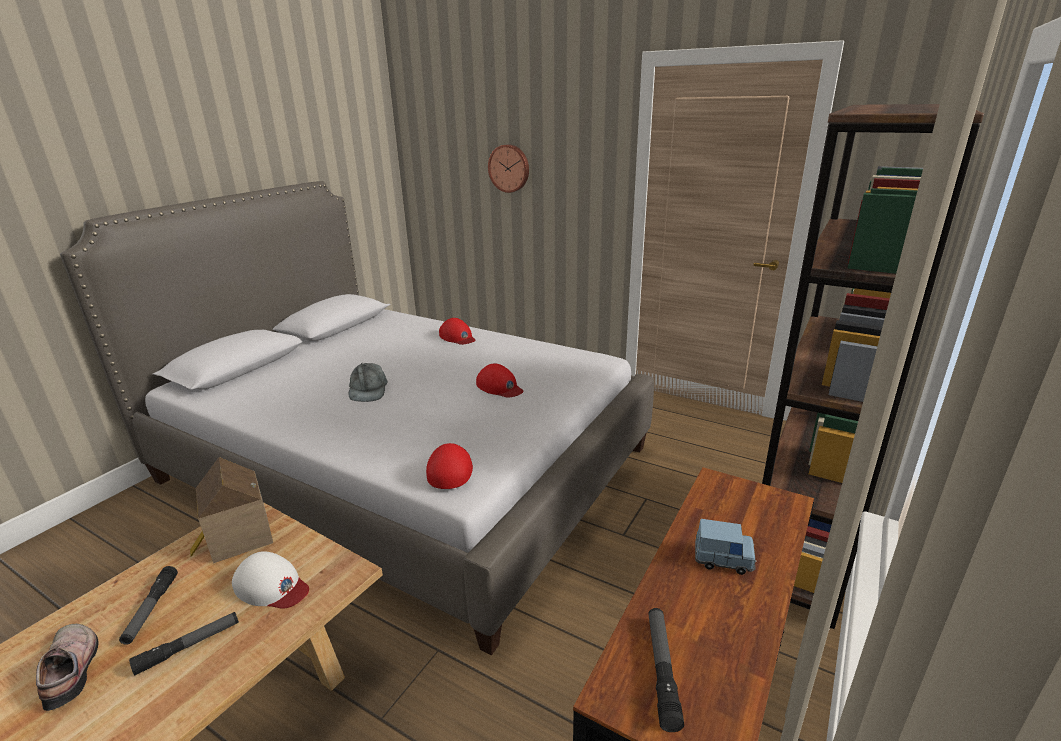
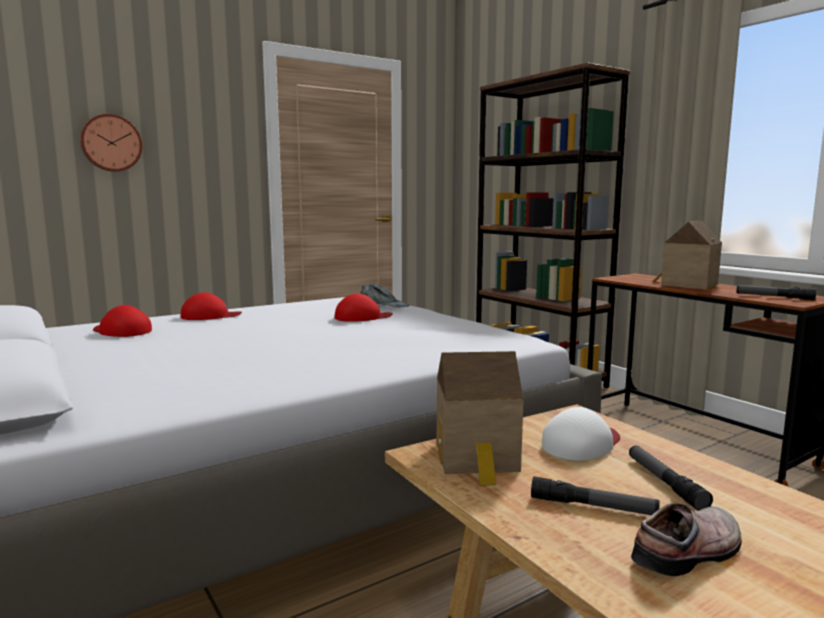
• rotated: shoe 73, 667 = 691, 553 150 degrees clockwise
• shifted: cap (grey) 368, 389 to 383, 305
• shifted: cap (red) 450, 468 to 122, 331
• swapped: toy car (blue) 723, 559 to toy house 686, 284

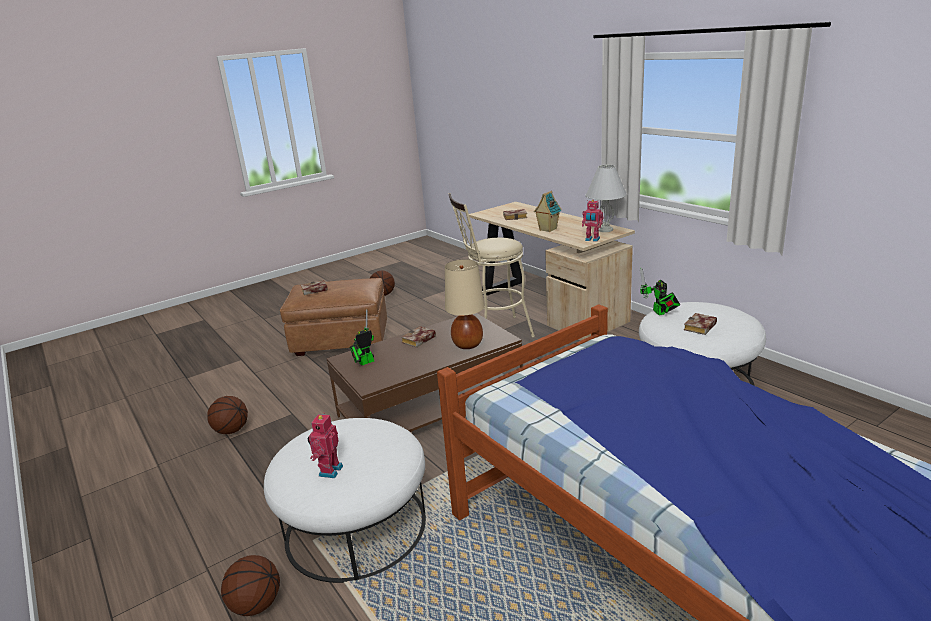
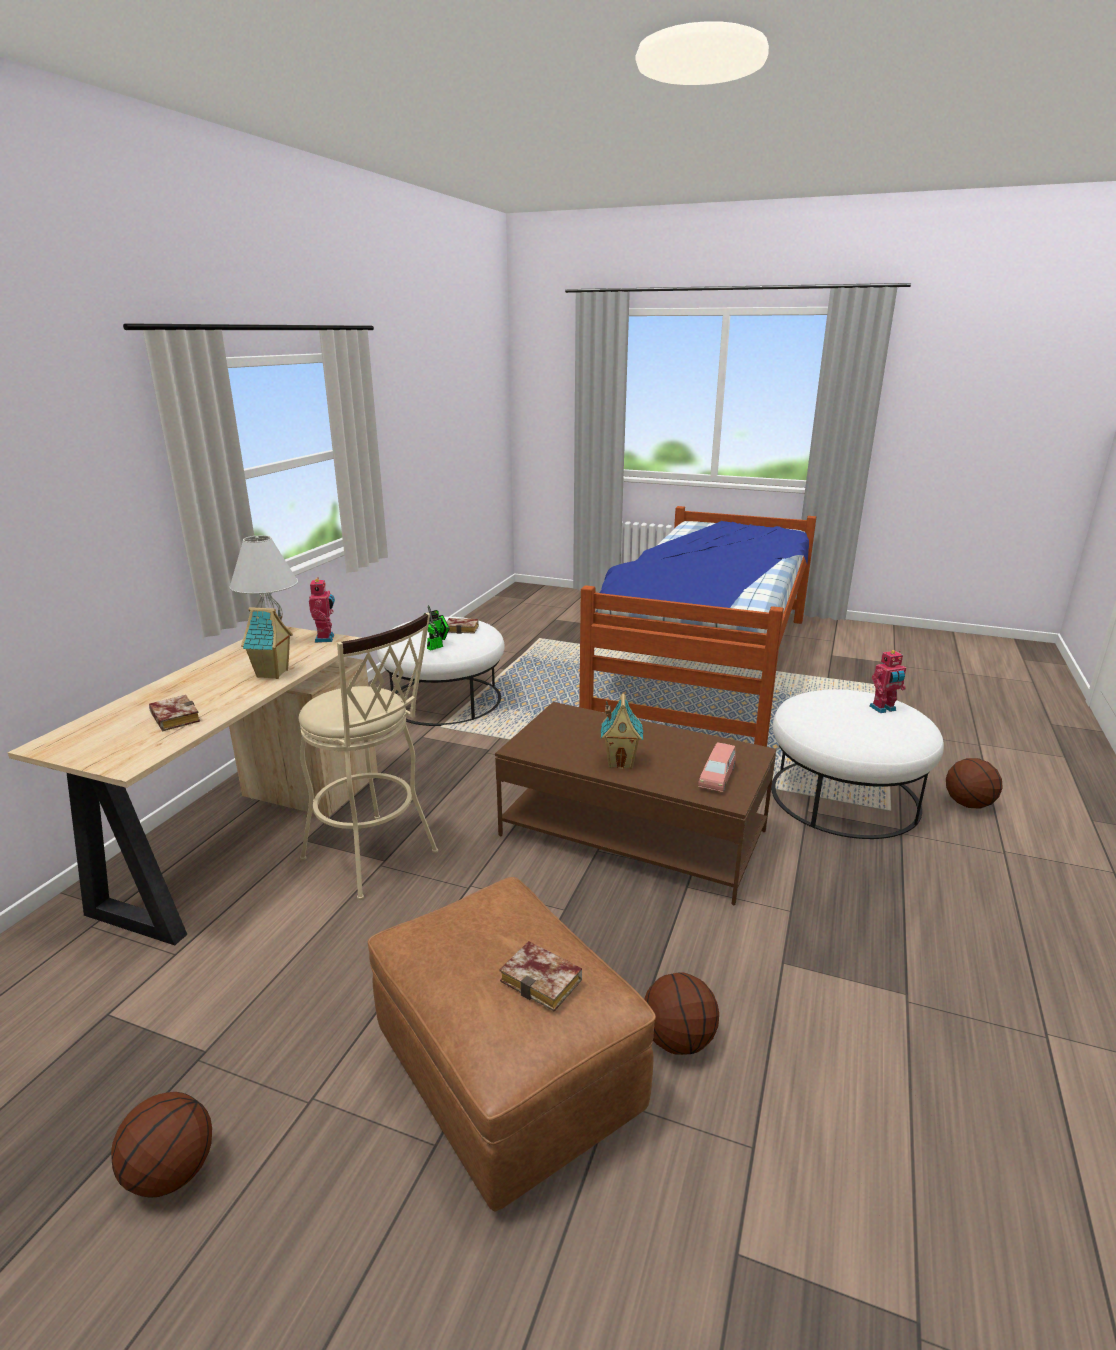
• shifted: basketball 231, 430 to 678, 1040
• swapped: toy robot 364, 363 to toy car (pink) 717, 777
• swapped: book 418, 340 to toy house 621, 762
• gone: table lamp (beige) 467, 345

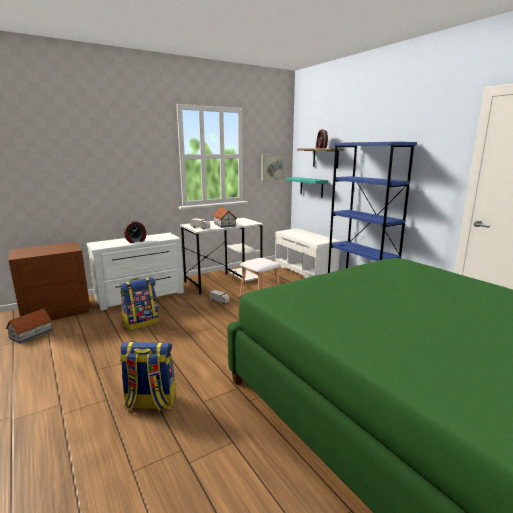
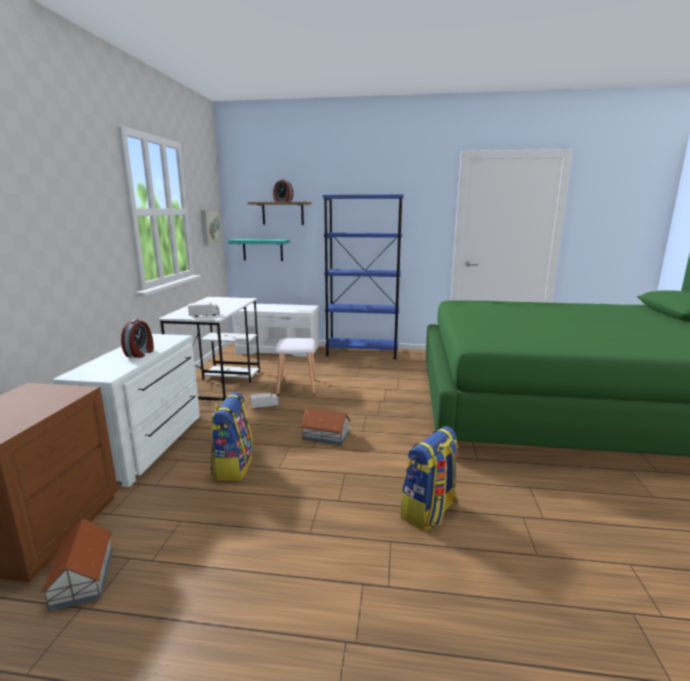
• shifted: toy house 224, 224 to 325, 435

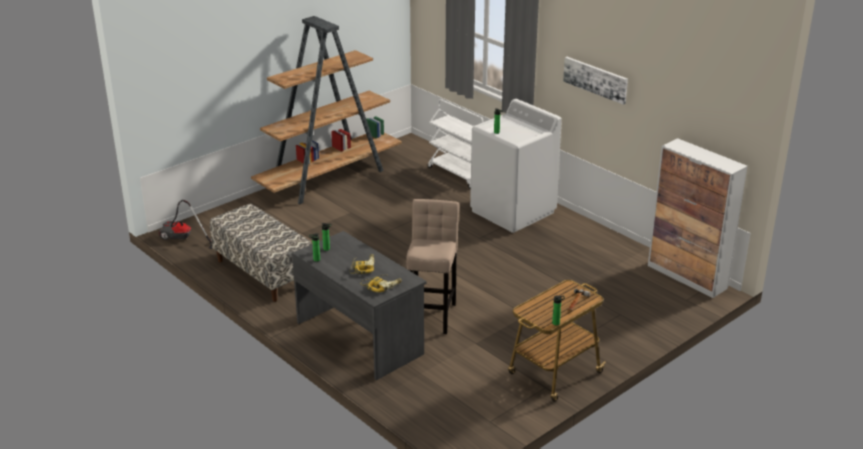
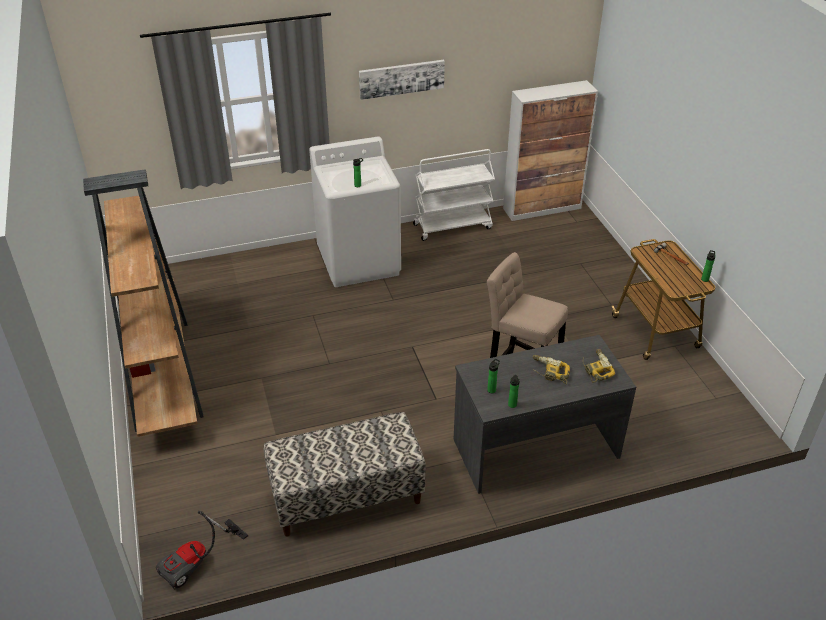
• shifted: cart (white) 459, 174 to 453, 226

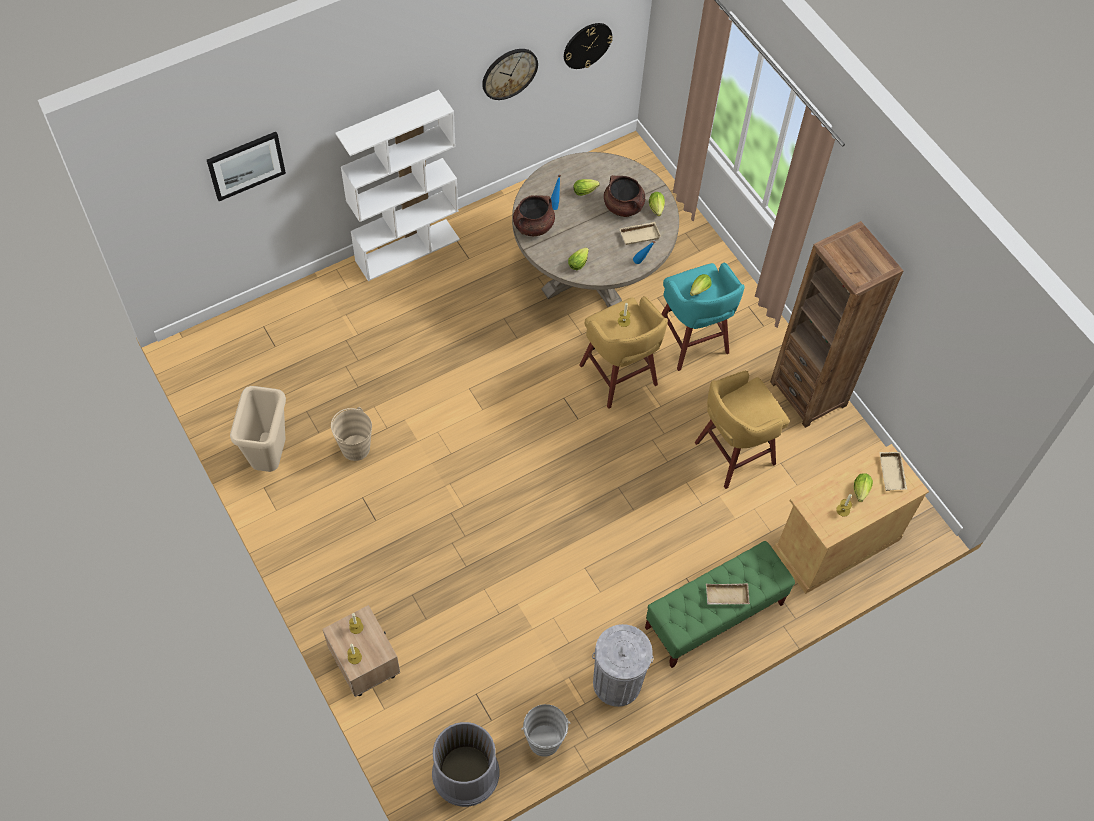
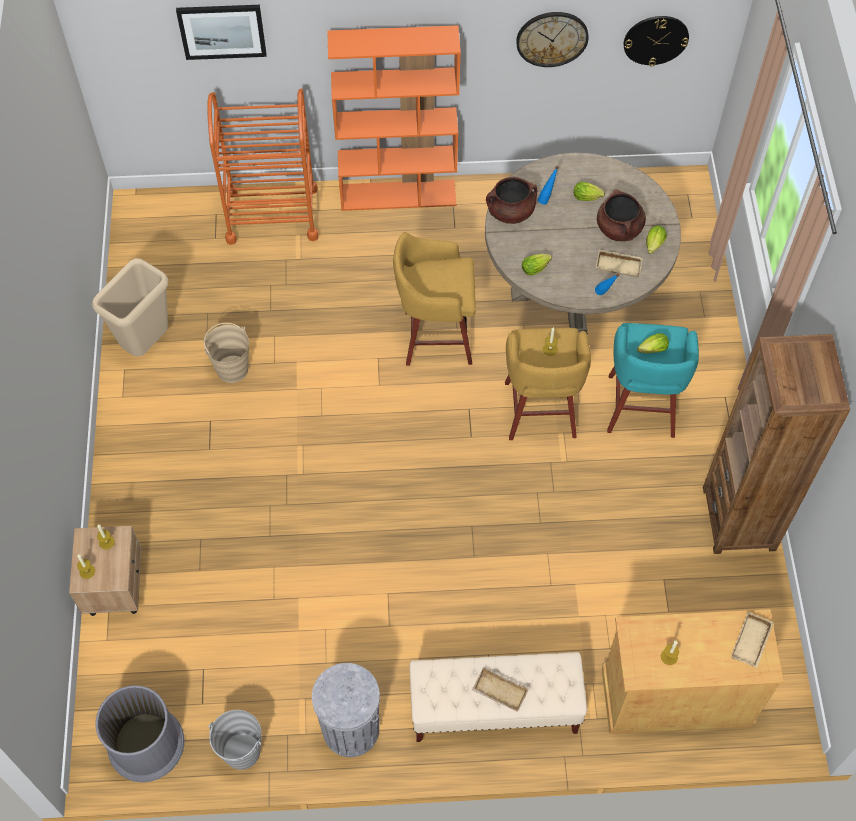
• repainted: bookcase (white) 407, 249 to bookcase (orange) 398, 195
• repainted: bench (green) 713, 616 to bench (beige) 494, 709
• shifted: stool (yellow) 732, 454 to 435, 337
• gone: lettuce 860, 492
• new: cart (orange) 272, 215

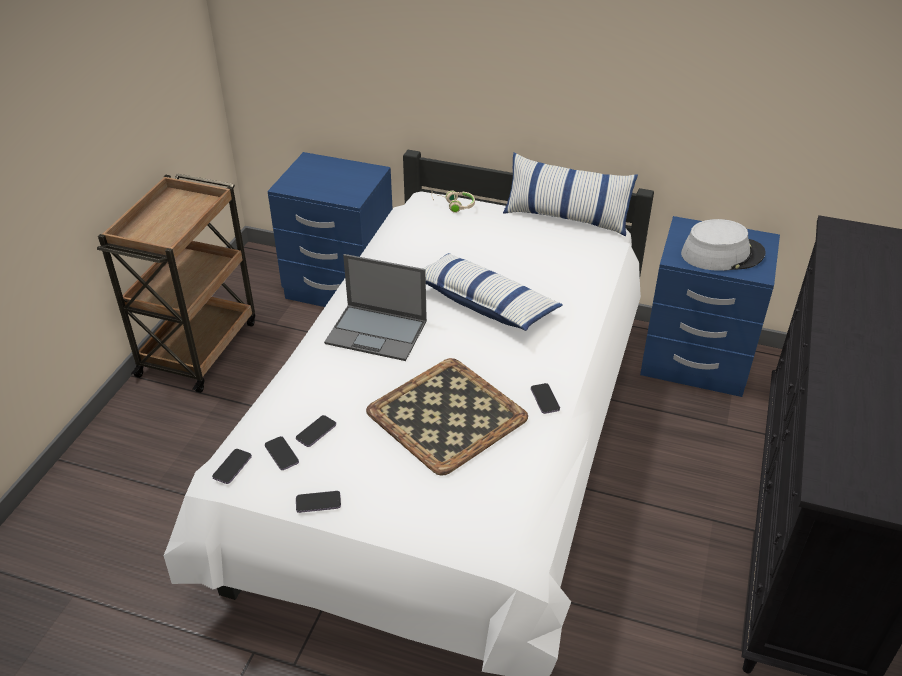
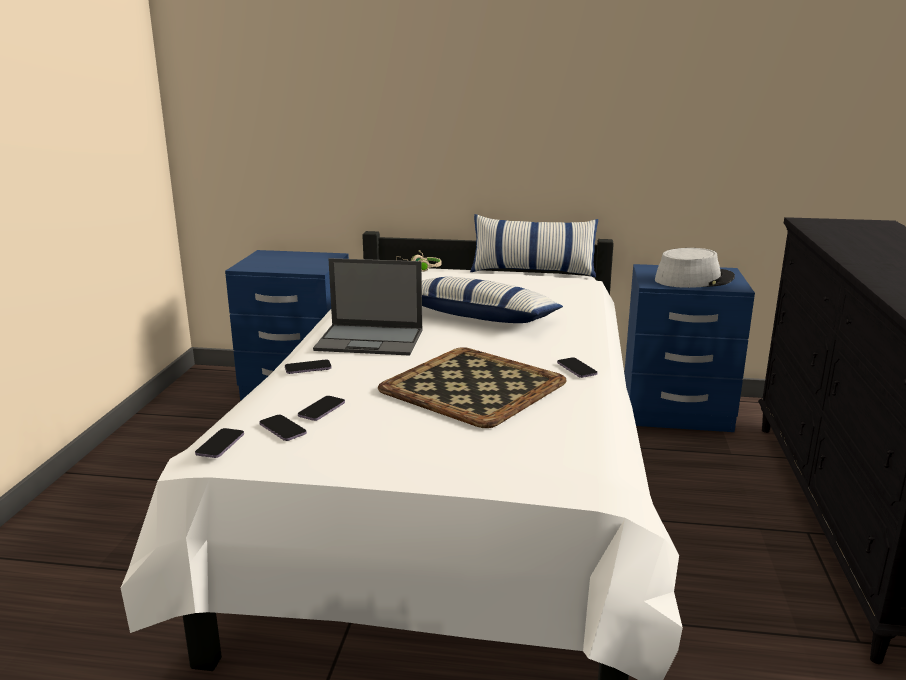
• gone: cart (brown) 199, 347
• shifted: phone 318, 503 to 308, 368

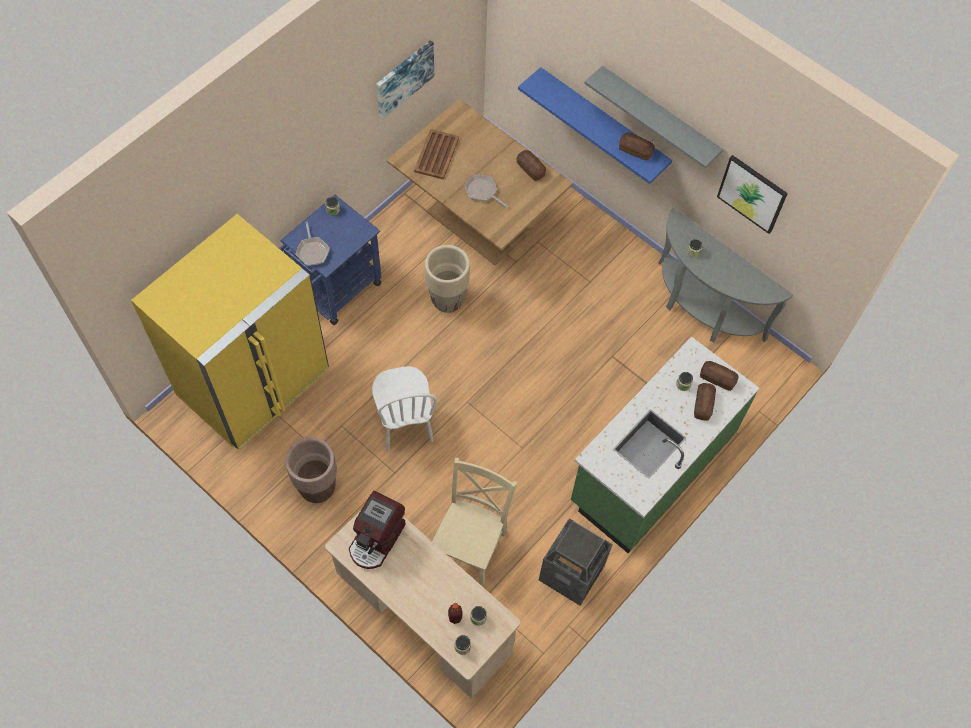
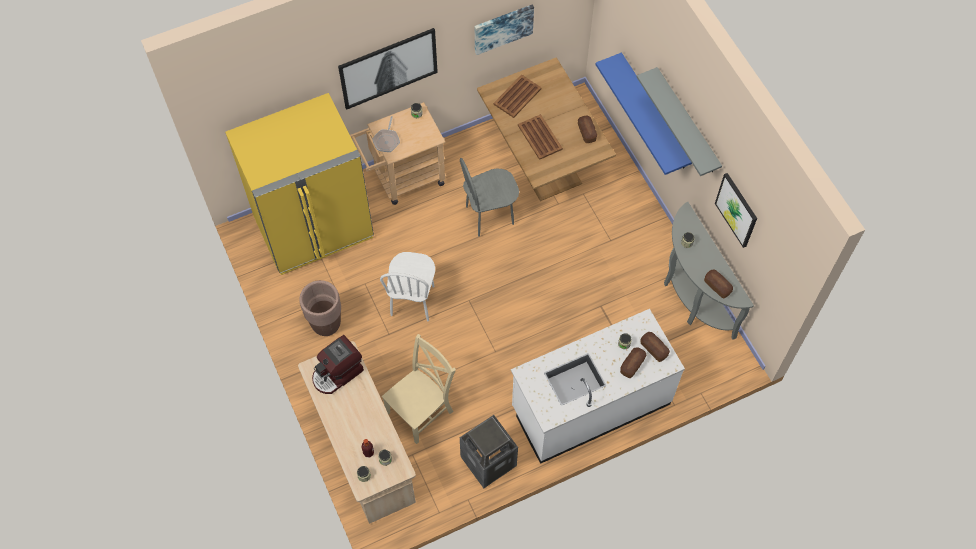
• repainted: cart (blue) 332, 292 to cart (beige) 403, 178
• swapped: planter (beige) 447, 300 to chair (grey) 489, 215
• swapped: frying pan 482, 191 to tray (brown) 540, 137
• repainted: counter (green) 651, 468 to counter (white) 590, 405
• shifted: bread 635, 150 to 717, 286
• new: picture 388, 67

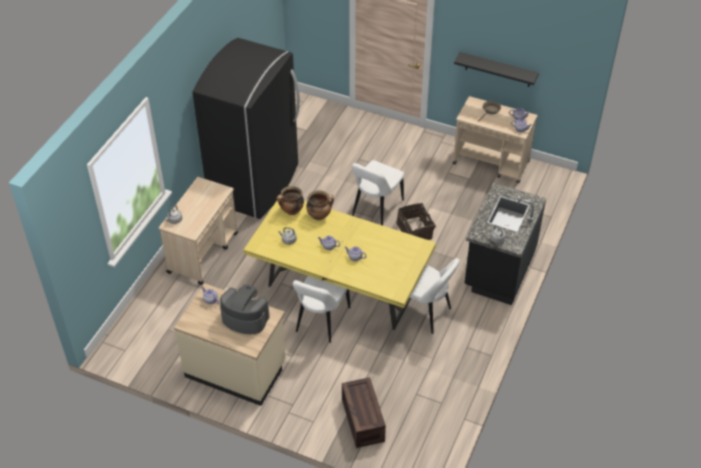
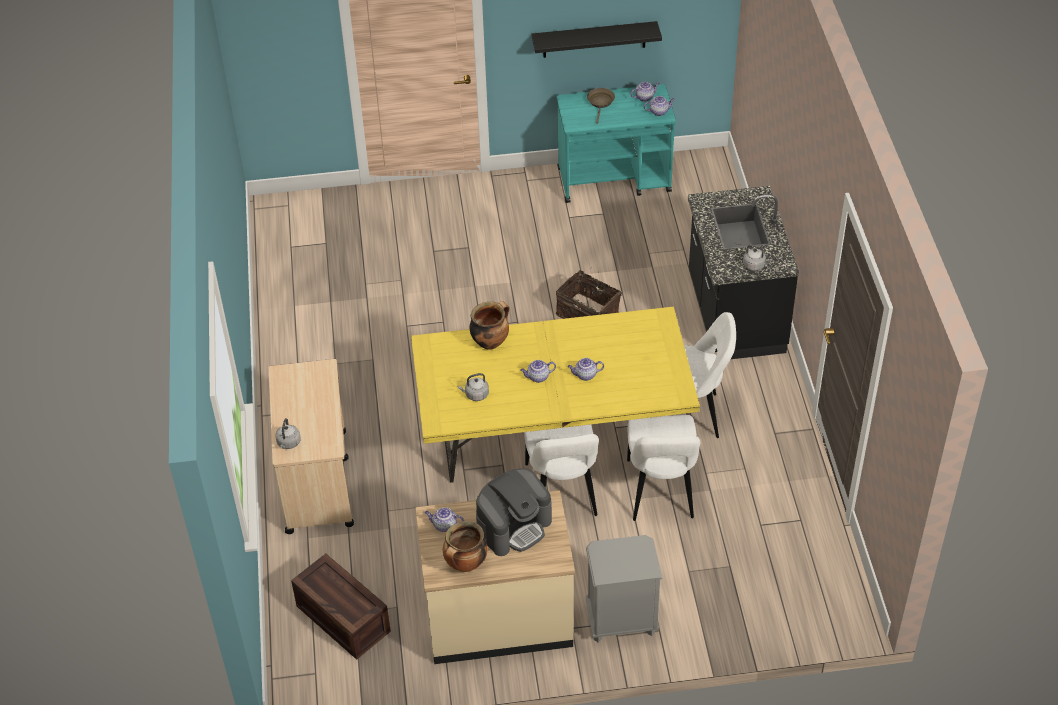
• gone: fridge (black) 255, 184
• rotated: coffee machine 245, 318 = 514, 526 150 degrees clockwise
• shifted: cooking pot 291, 211 to 466, 564
• shifted: crate 361, 419 to 341, 618
• shifted: chair (white) 376, 209 to 660, 493
• repainted: cart (beige) 491, 163 to cart (turquoise) 615, 180
• new: nightstand (grey) 621, 620

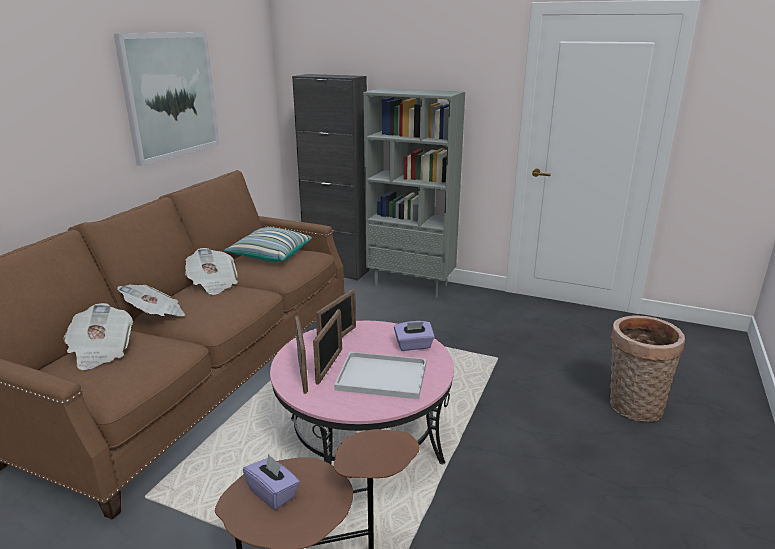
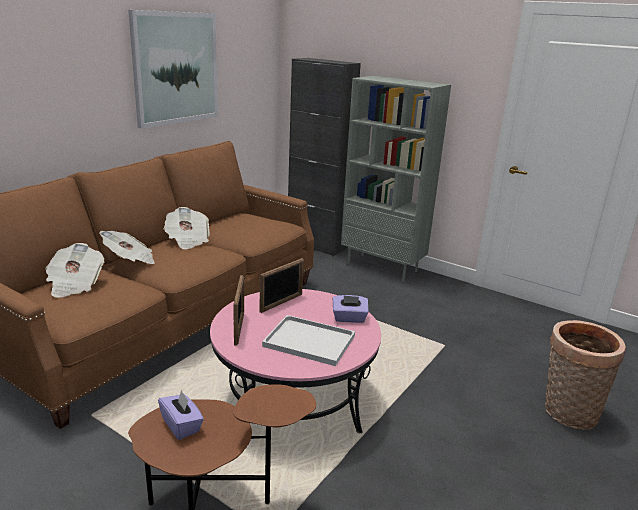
• gone: pillow 270, 256
• gone: picture frame 329, 366

